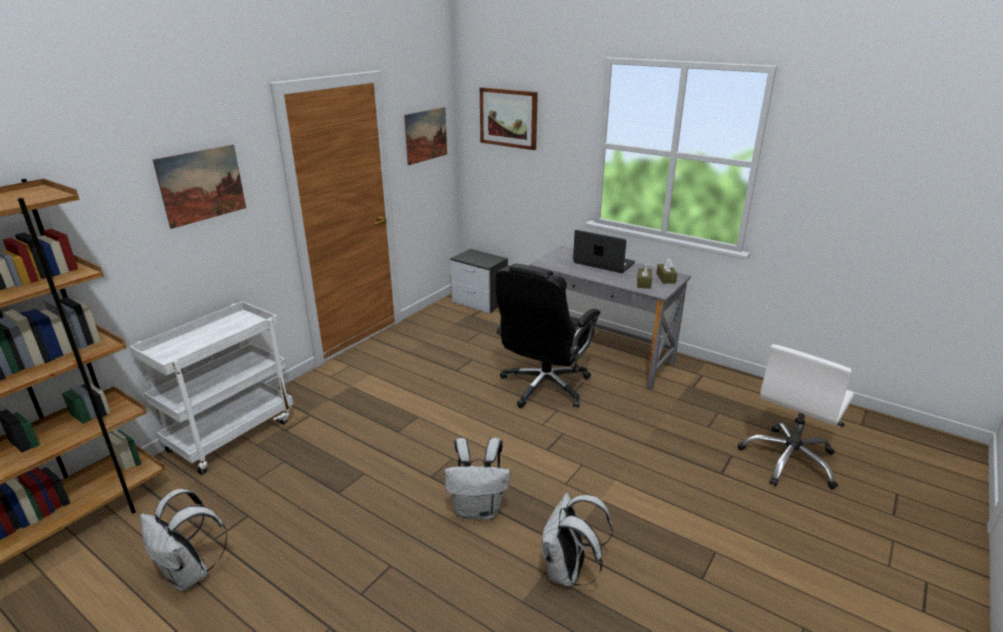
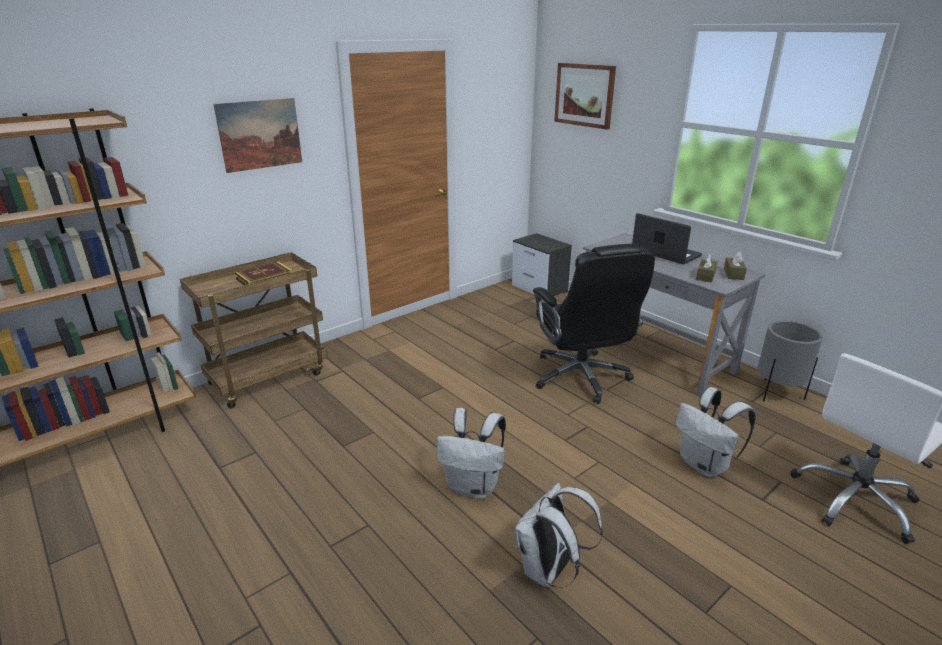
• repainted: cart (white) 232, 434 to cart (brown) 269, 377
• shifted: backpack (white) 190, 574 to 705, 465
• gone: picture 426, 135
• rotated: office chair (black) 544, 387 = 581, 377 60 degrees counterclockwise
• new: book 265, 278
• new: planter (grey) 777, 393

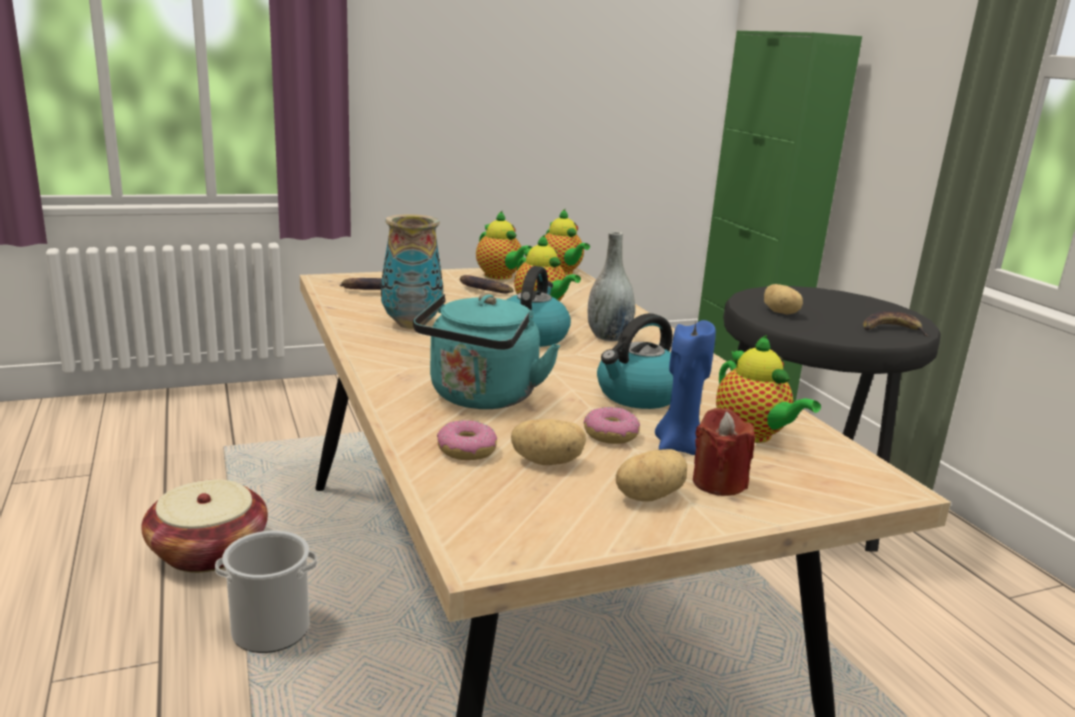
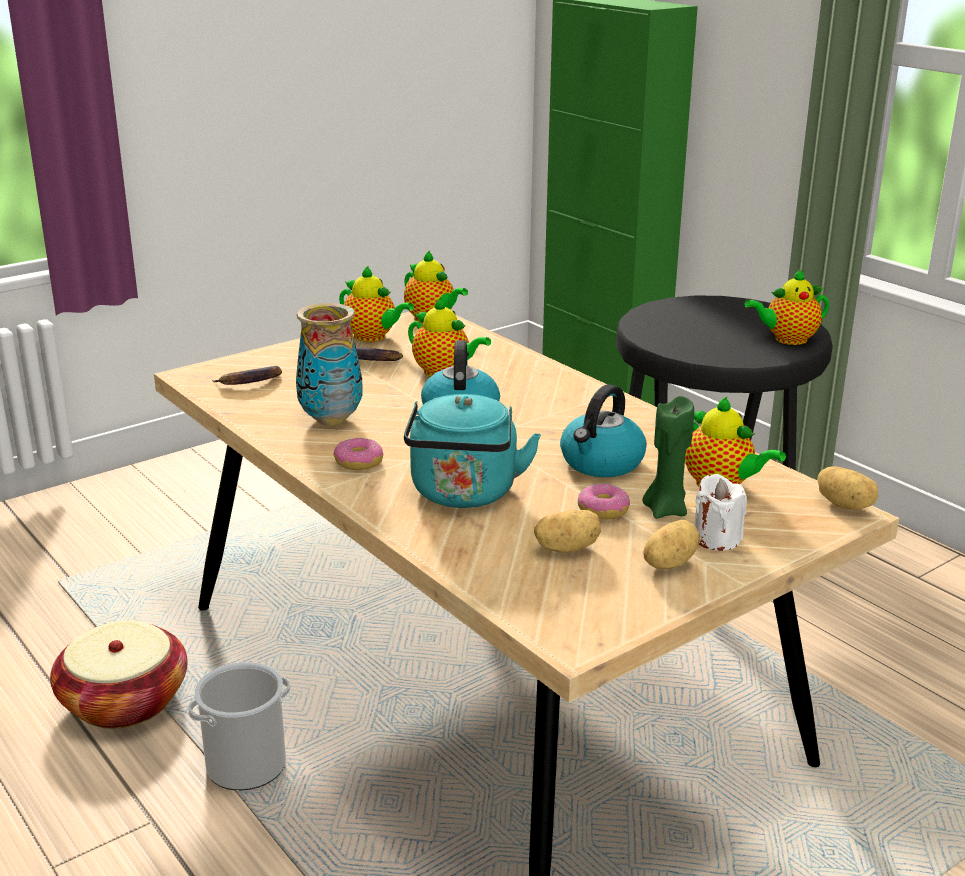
• shifted: donut 466, 450 to 358, 462
• gone: vase (grey) 608, 337
• repainted: candle (blue) 678, 446 to candle (green) 665, 510
• repainted: candle (red) 718, 483 to candle (white) 716, 539
• shifted: potato 780, 312 to 845, 505
• swapped: banana 891, 330 to teapot 787, 339

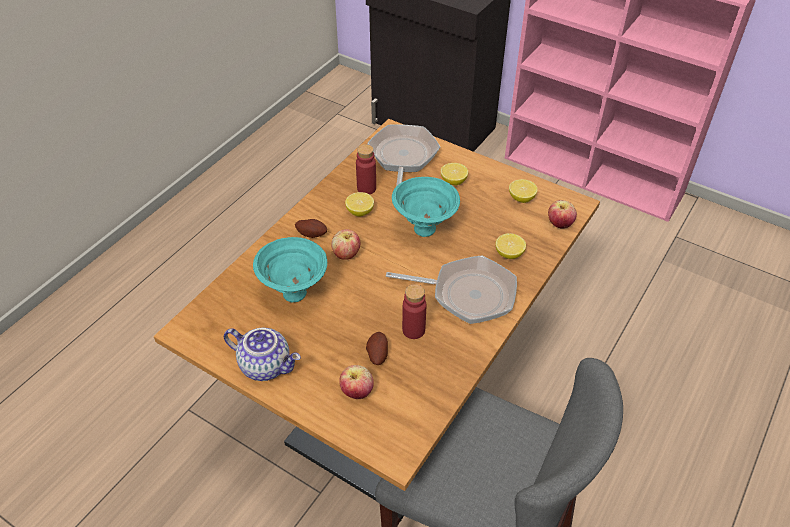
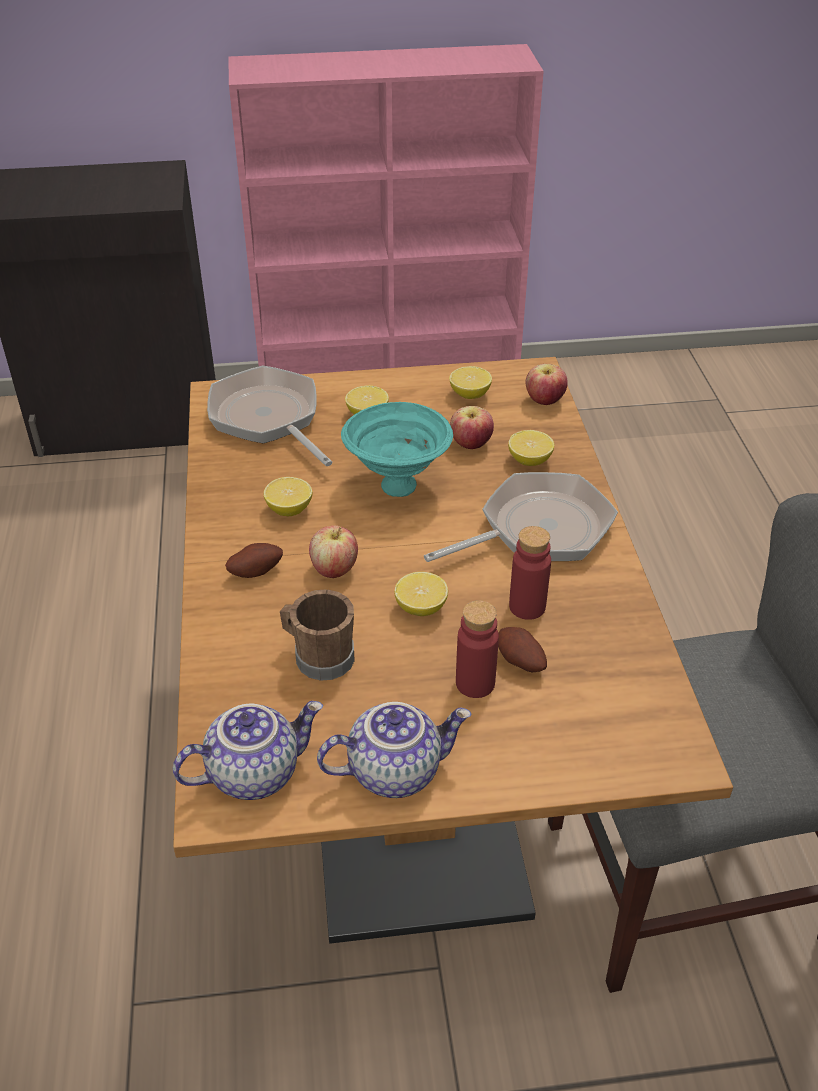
• swapped: bowl (turquoise) 293, 292 to mug (brown) 318, 656
• shifted: apple 357, 392 to 470, 444
• shifted: bottle (red) 366, 188 to 475, 683
• new: teapot 254, 771
• new: lemon 421, 608

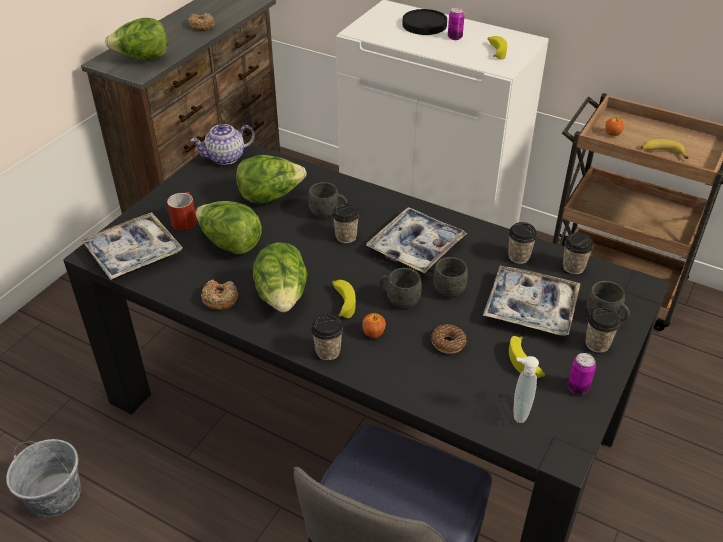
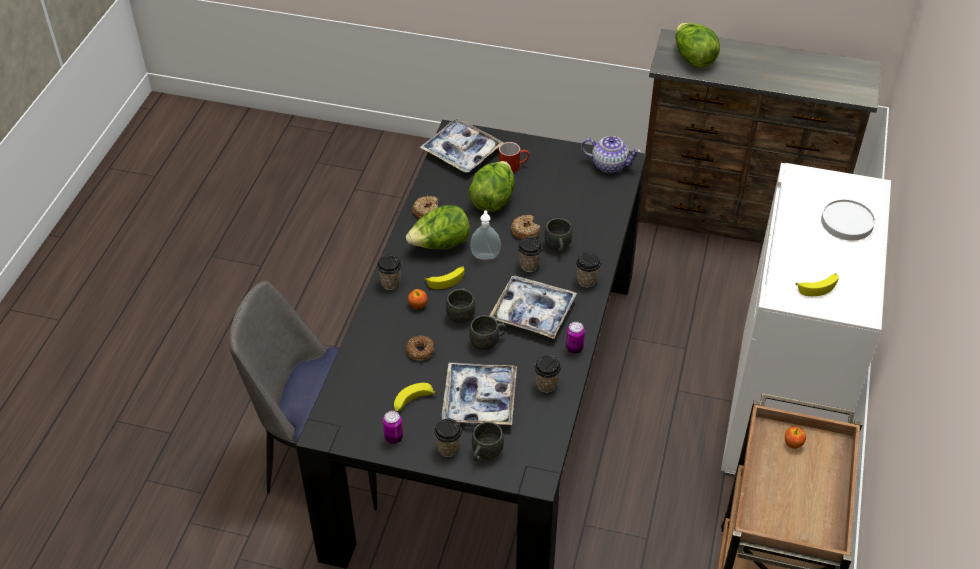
• gone: bucket (grey) 54, 495
• shifted: donut 201, 26 to 525, 231
• rotated: teapot 226, 157 = 609, 165 150 degrees clockwise
• gone: lettuce 270, 196
• repainted: plate (black) 424, 25 to plate (white) 847, 222
• shifted: can 454, 37 to 574, 348
• shifted: soap dispenser 518, 412 to 485, 255
• shifted: cup 573, 267 to 587, 281
• gone: banana 662, 153

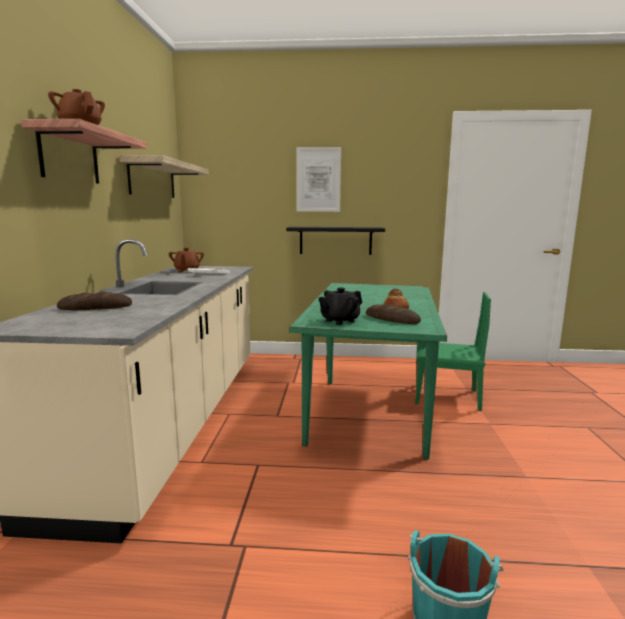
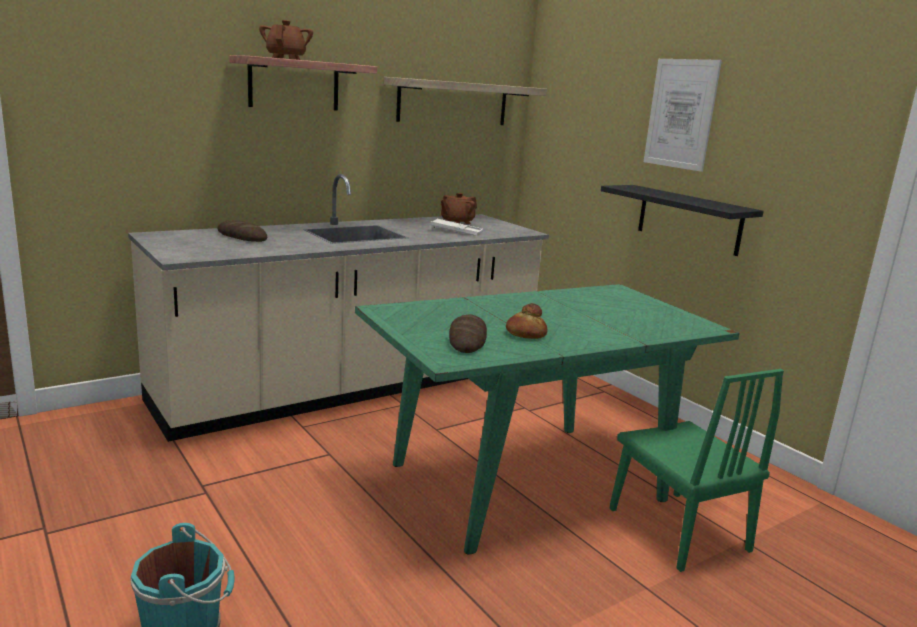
• gone: teapot (black) 339, 321

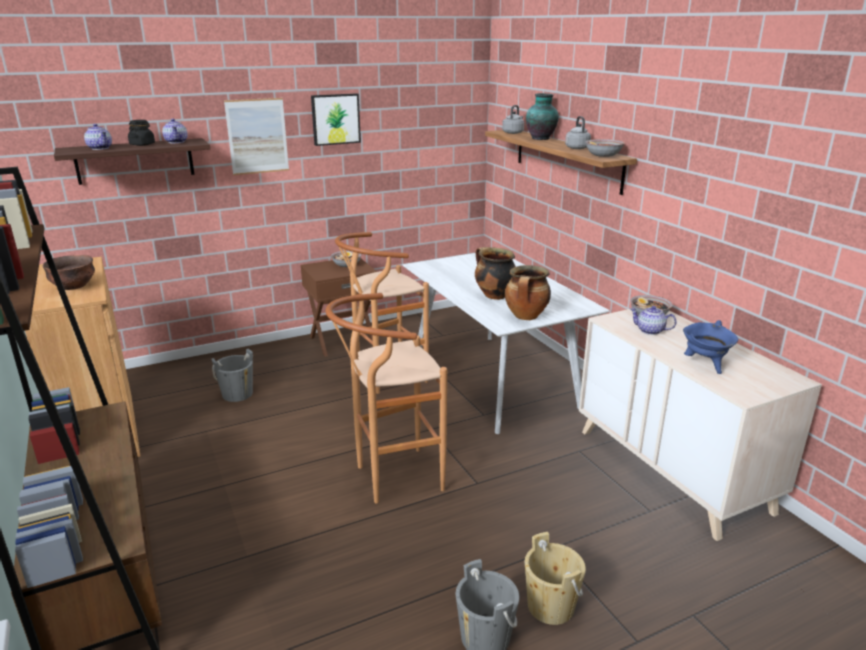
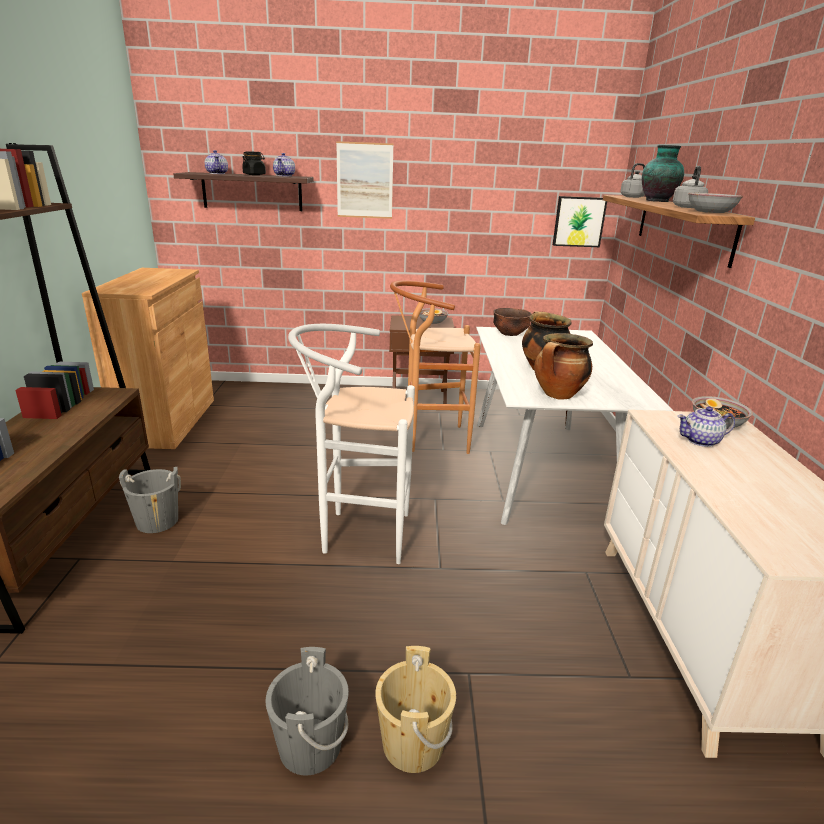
• shifted: bowl (brown) 74, 287 to 510, 334
• shifted: bucket (grey) 237, 394 to 157, 521
• shifted: picture 335, 119 to 578, 221
• repainted: stool (brown) 390, 478 to stool (white) 357, 534
• rotated: teapot 650, 331 = 701, 441 60 degrees counterclockwise
• gone: cooking pot (blue) 705, 365

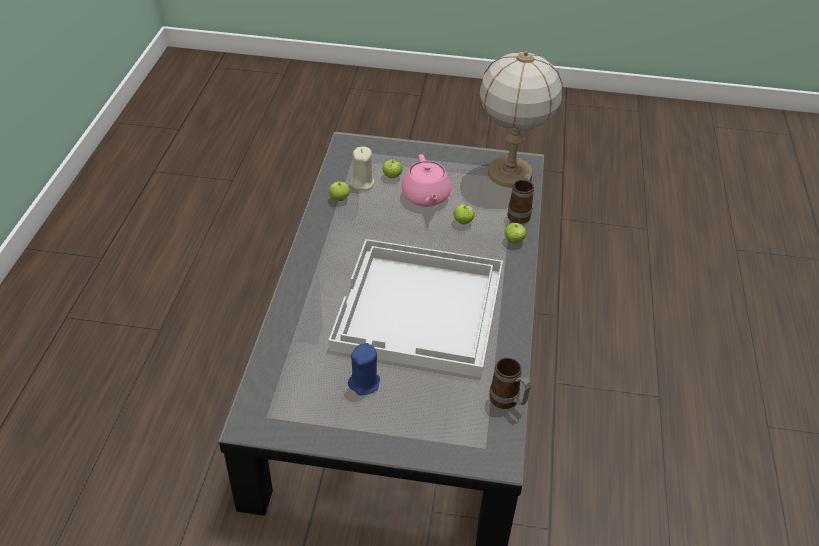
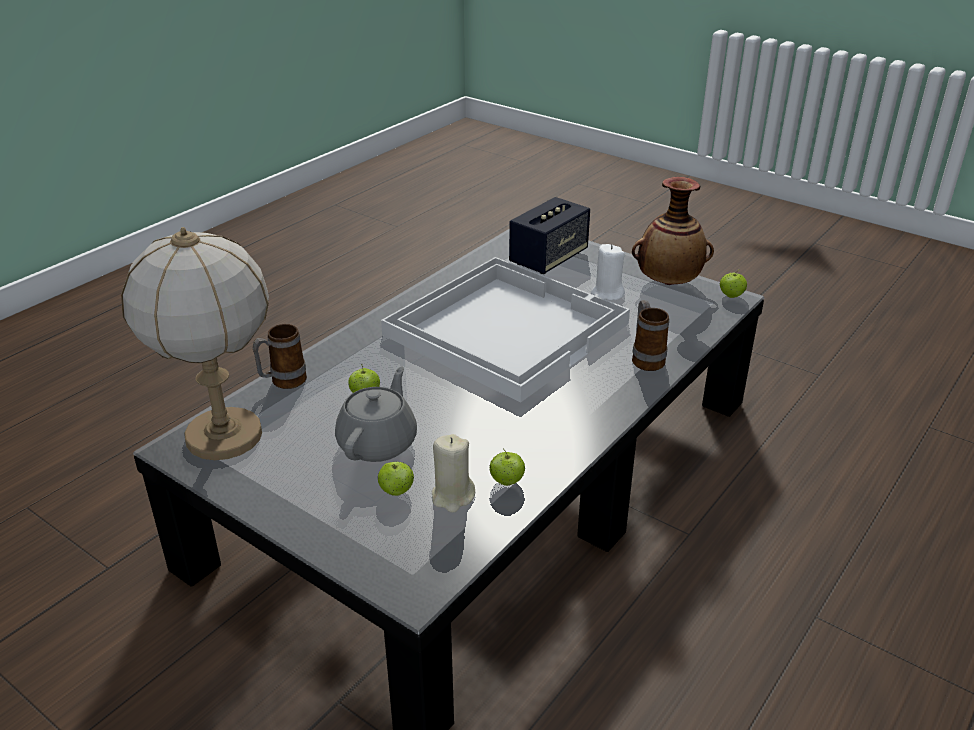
• repainted: candle (blue) 364, 383 to candle (white) 607, 294
• repainted: teapot (pink) 425, 197 to teapot (grey) 378, 443
• shifted: mug 508, 402 to 646, 358
• shifted: apple 514, 241 to 731, 296
• new: speaker 548, 258
• new: vase 668, 283

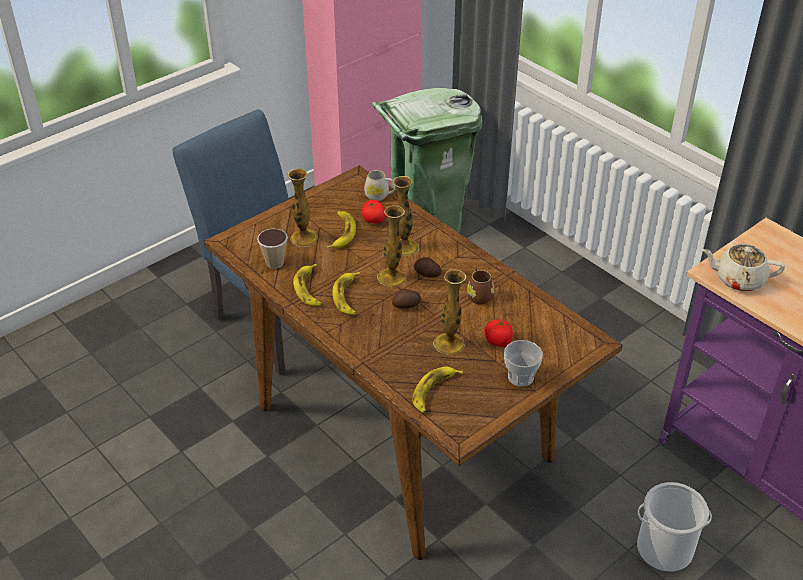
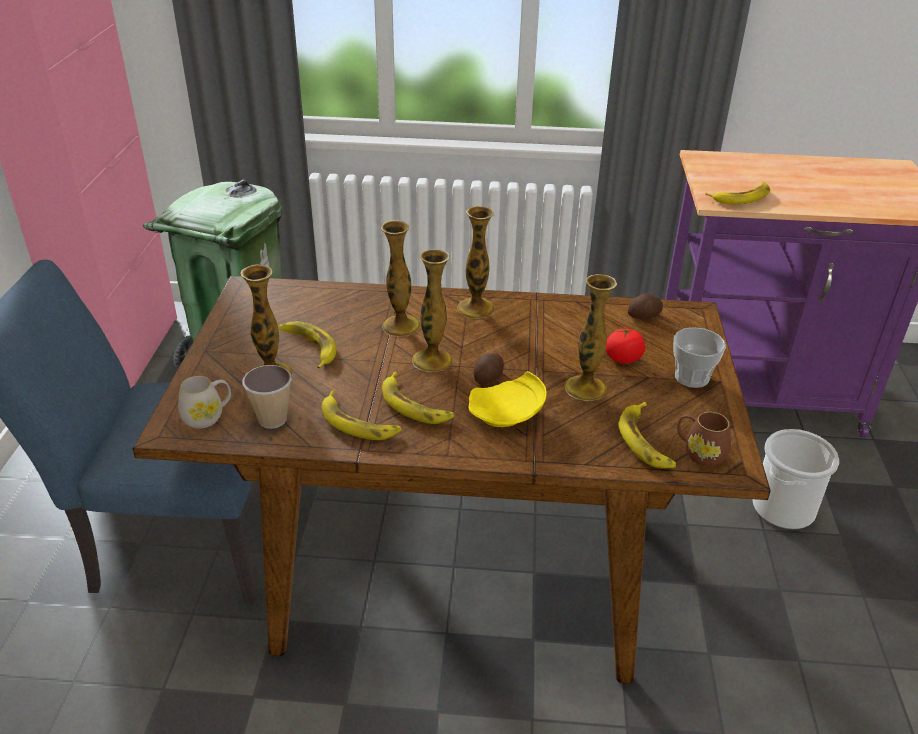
• gone: tomato 373, 220
• shifted: mug (white) 380, 196 to 208, 416
• shifted: potato 427, 274 to 645, 316
• shifted: mug (brown) 479, 295 to 699, 453
• swapped: teapot (beige) 738, 279 to banana 741, 197
• new: vase 475, 308
• new: plate (yellow) 507, 414

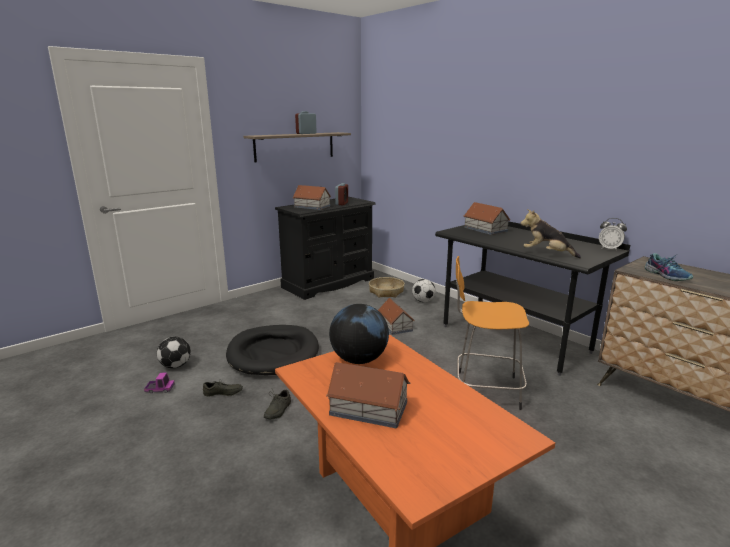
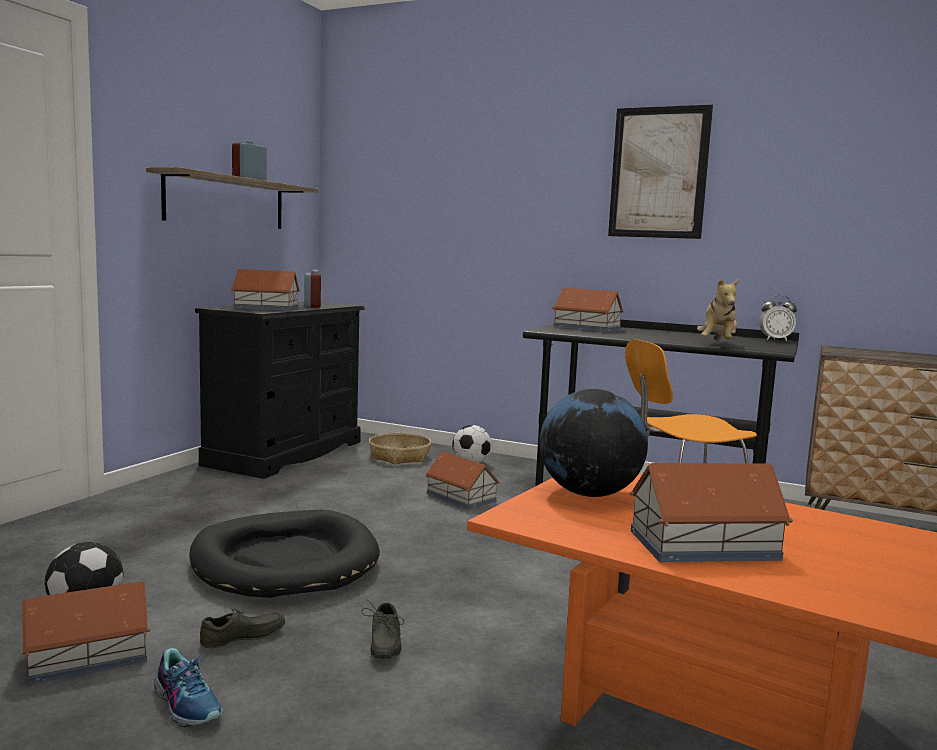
• swapped: toy truck 160, 389 to toy house 86, 656
• rotated: plush toy 546, 254 = 718, 344 75 degrees counterclockwise
• shifted: shoe 667, 275 to 188, 704
• new: picture 658, 173

